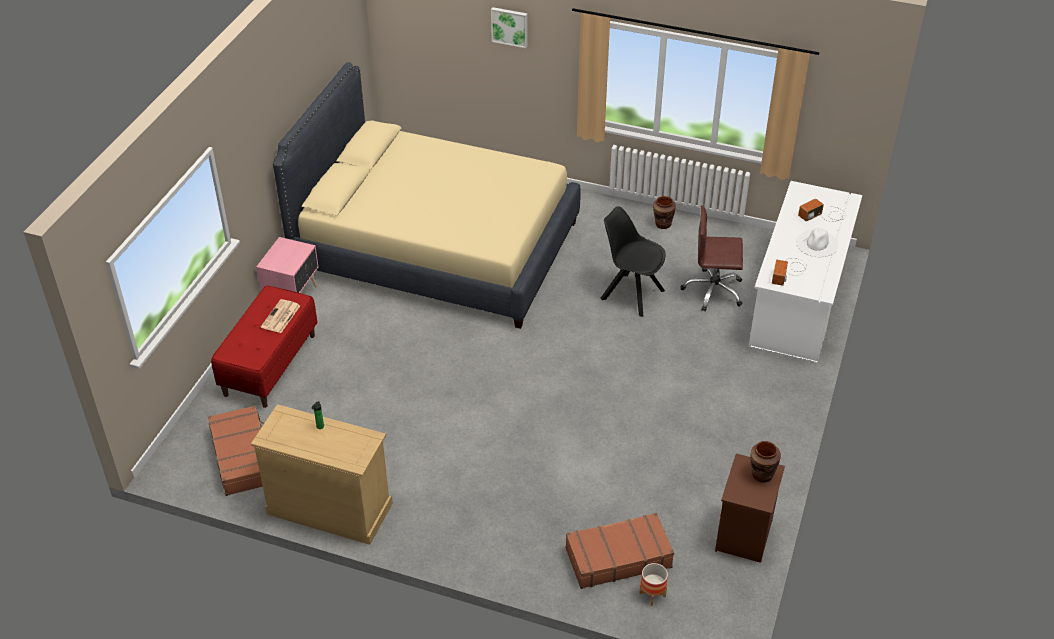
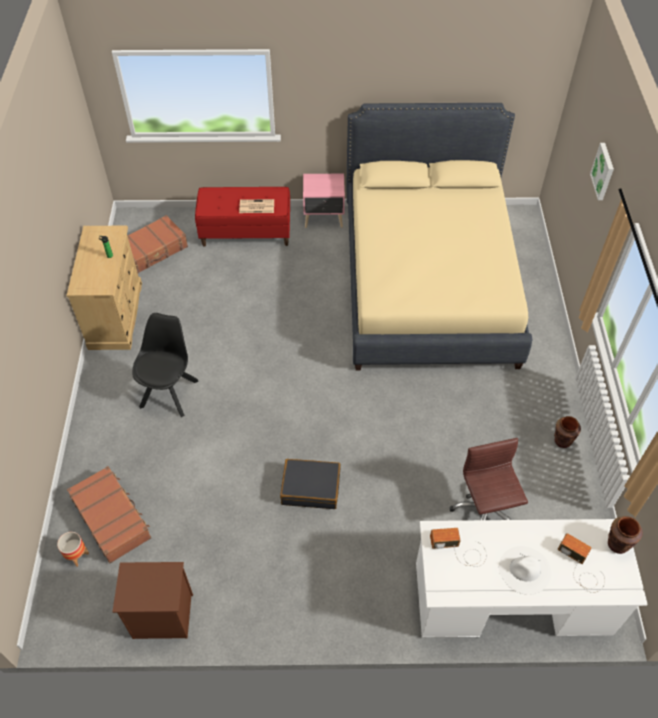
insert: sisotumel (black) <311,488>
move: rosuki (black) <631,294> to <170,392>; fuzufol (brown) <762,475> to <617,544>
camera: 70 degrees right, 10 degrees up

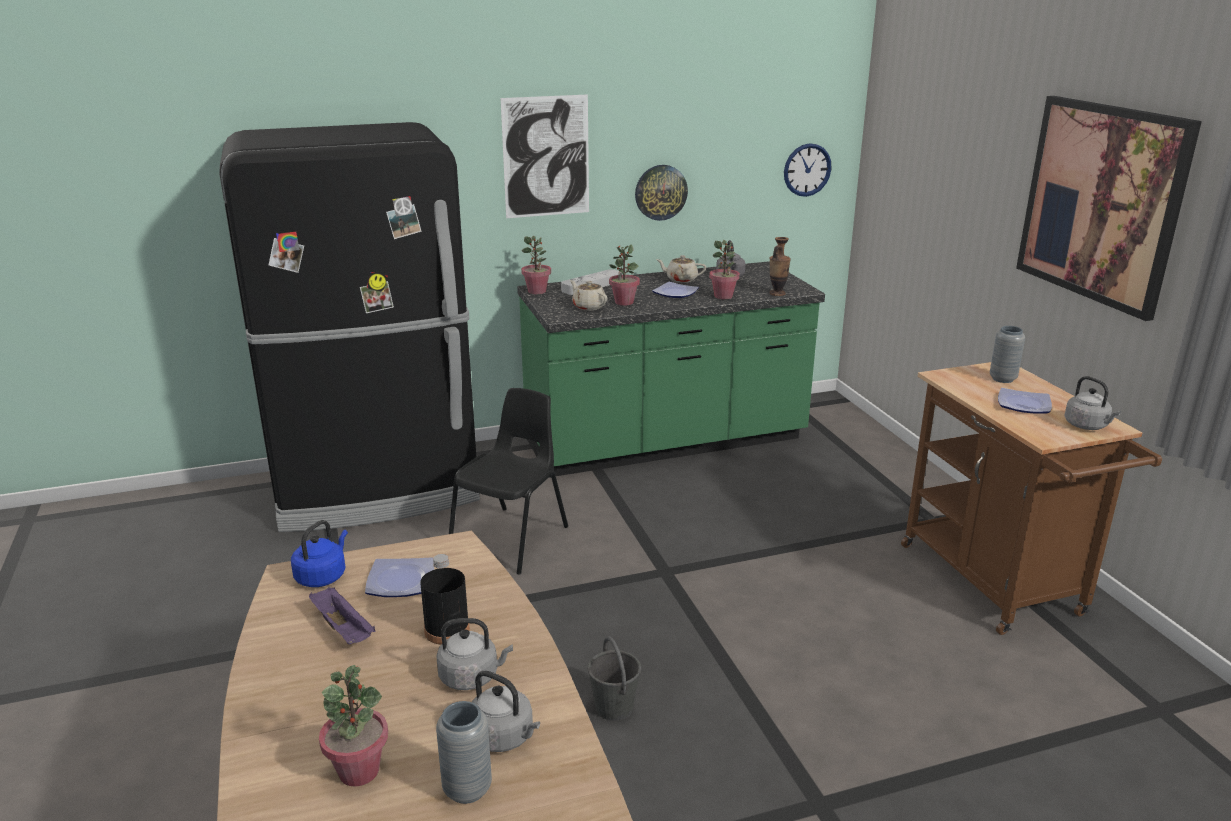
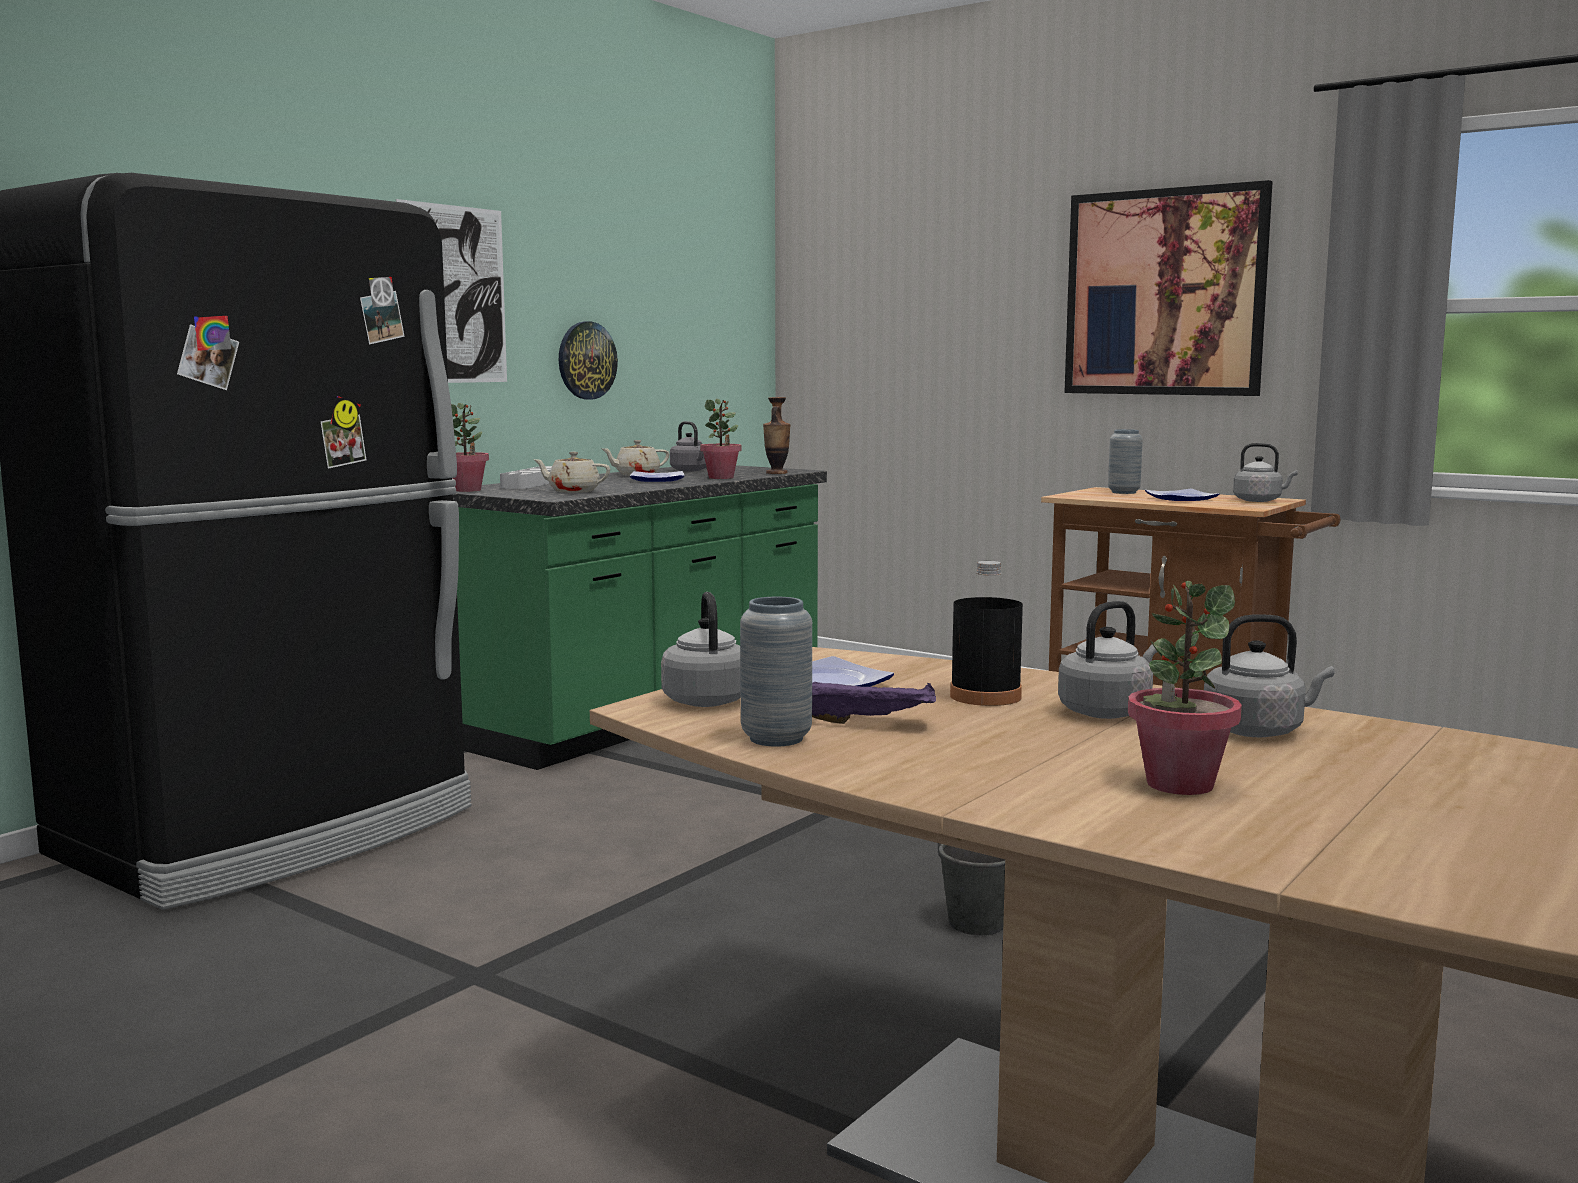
delete: rosuki (black) <511,539>; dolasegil <624,302>; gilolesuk <807,170>
move: fuzufol (grey) <467,789> to <776,739>
recolor: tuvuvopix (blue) <322,576> to tuvuvopix (grey) <705,700>
camera: 35 degrees left, 15 degrees down

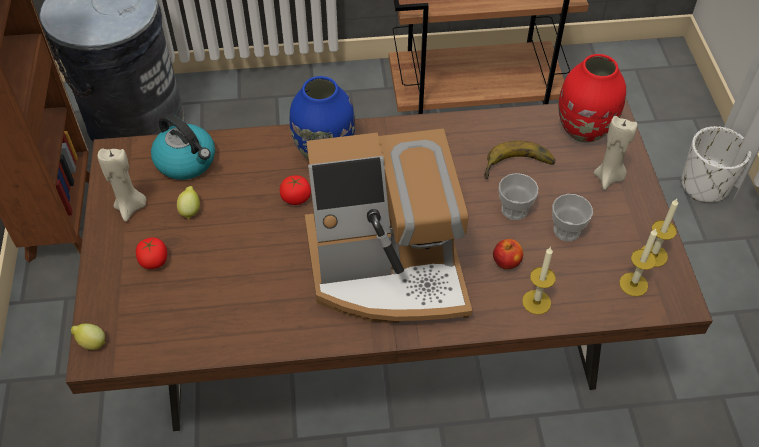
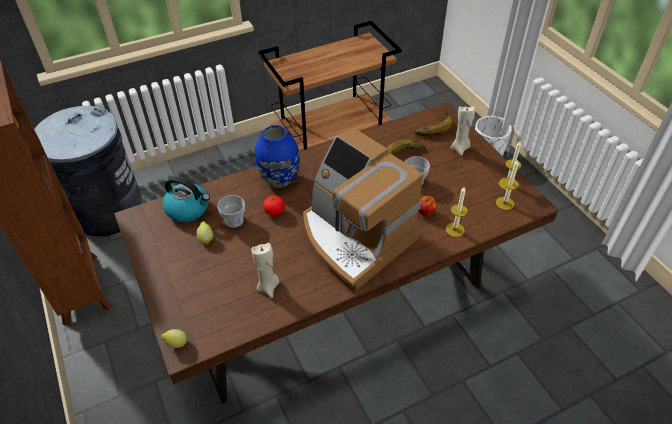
delete: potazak <154,261>
move: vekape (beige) <131,207> to <268,287>; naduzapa <566,230> to <234,221>
replace: fuzufol (red) <584,130> to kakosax <432,126>
rotate: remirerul <387,269> = <355,237> 75 degrees clockwise
camera: 20 degrees left, 5 degrees down

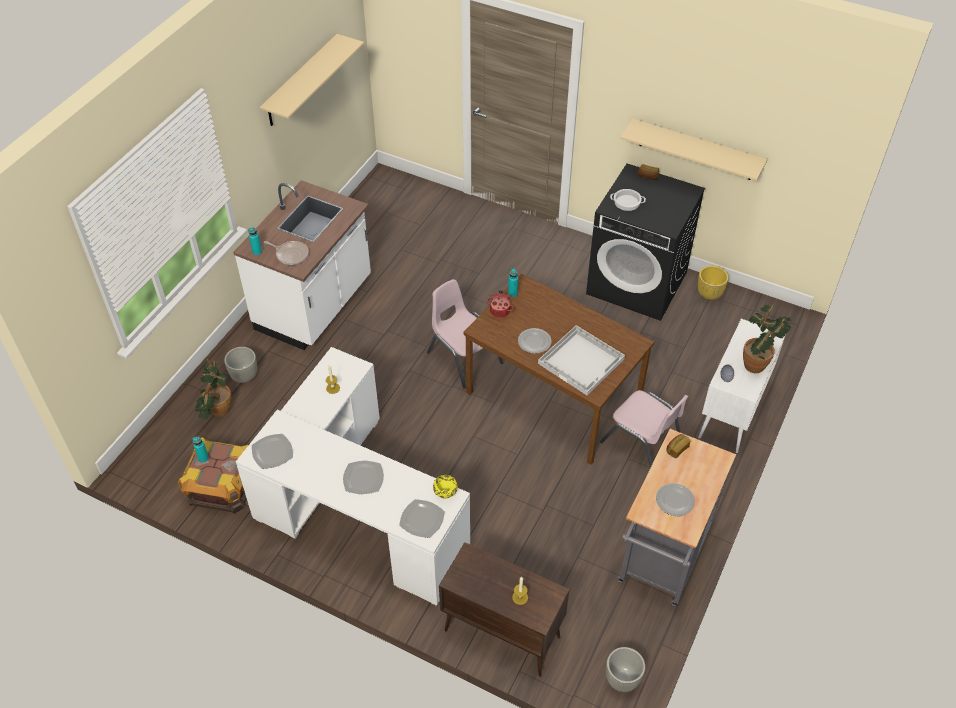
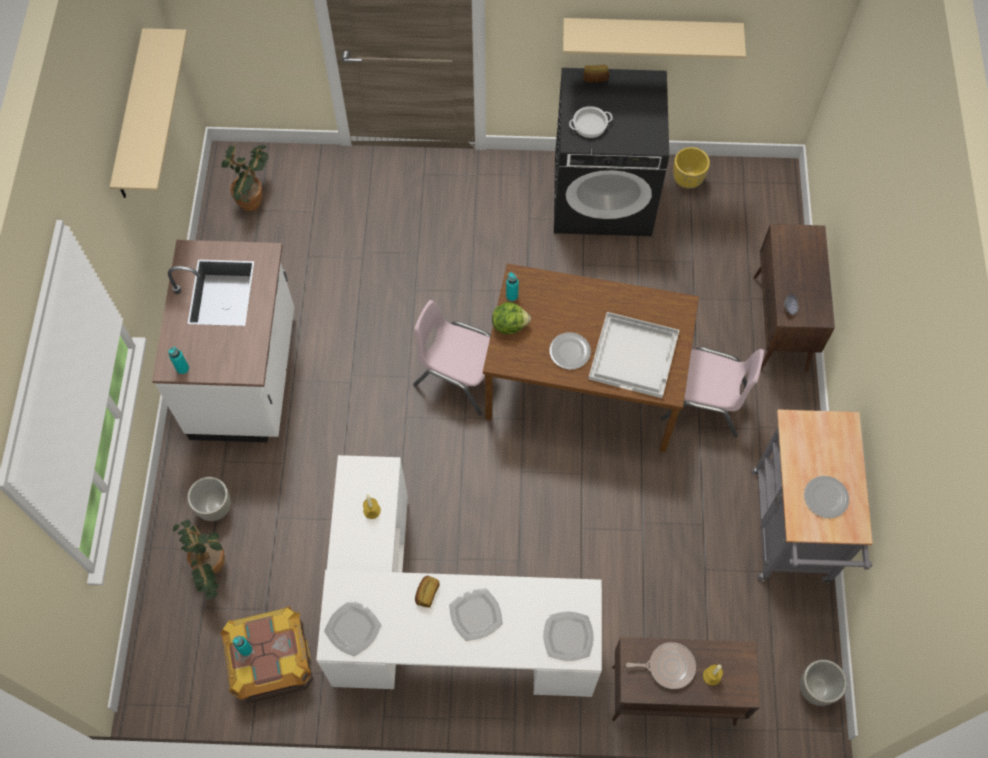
delete: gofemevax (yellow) <446,494>
move: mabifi <291,254> to <668,666>; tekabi <676,449> to <426,593>; dolasegil <758,363> to <254,199>
replace: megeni <500,310> to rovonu <509,324>
recolor: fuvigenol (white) <732,413> to fuvigenol (brown) <780,324>
camera: 25 degrees left, 15 degrees up

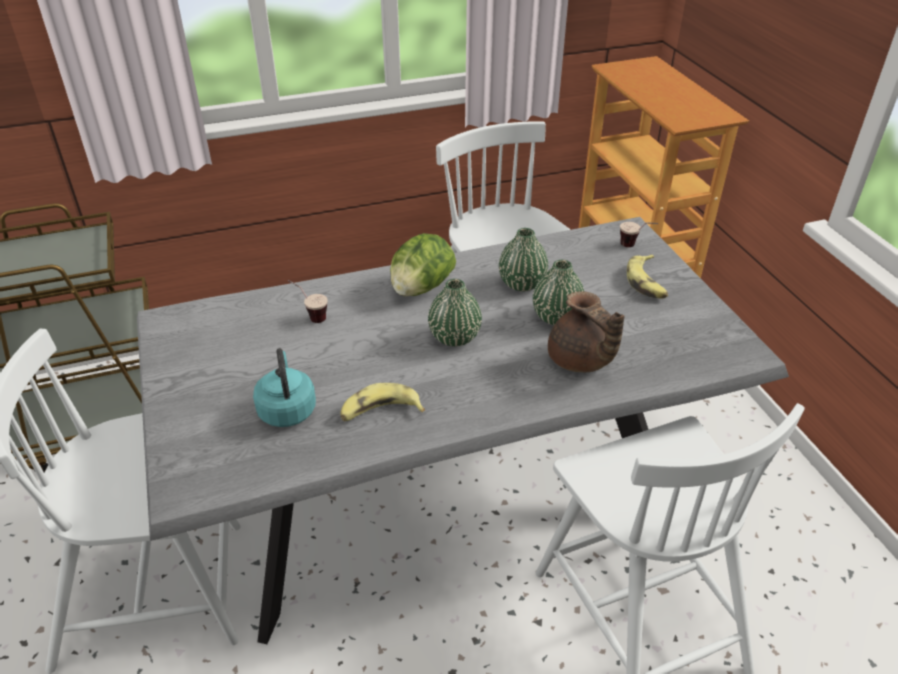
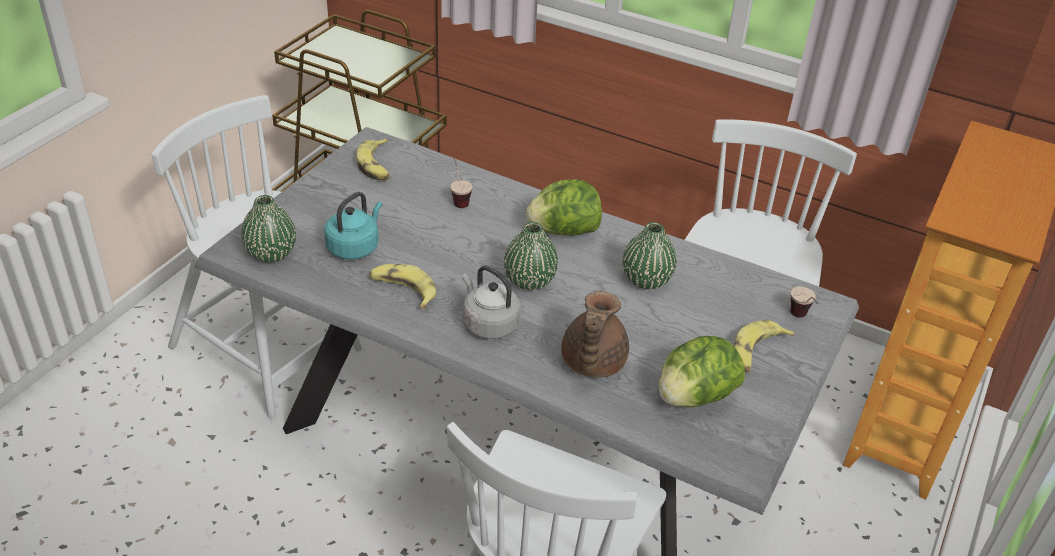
insert: kakosax <376,166>; tuvuvopix (grey) <488,324>; rovonu <695,397>
move: fuzufol (green) <556,317> to <271,253>
camera: 45 degrees right, 0 degrees up

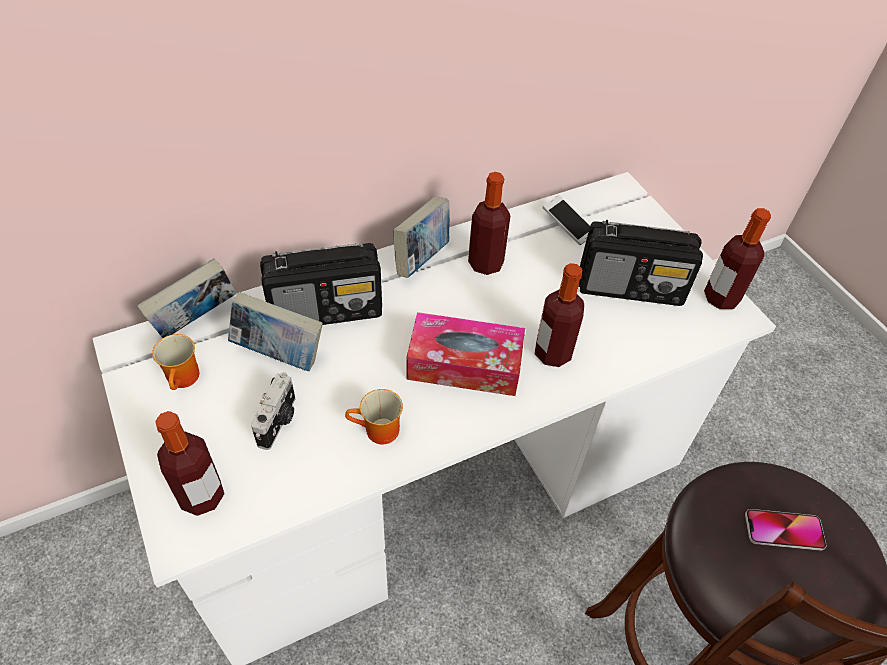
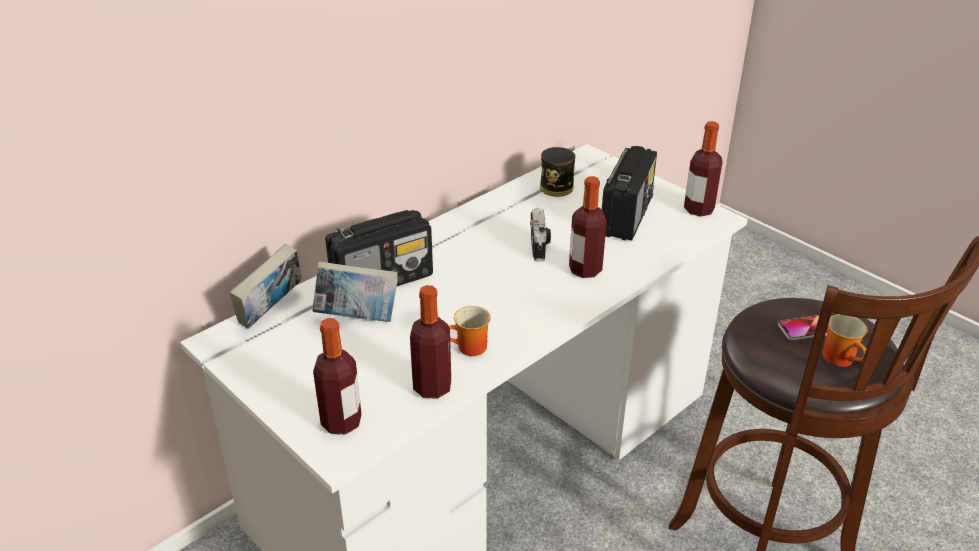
delete: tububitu <422,259>; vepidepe <464,365>
move: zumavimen <185,378> to <842,359>; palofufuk <279,421> to <539,246>; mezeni <485,263> to <432,387>
replace: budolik <567,226> to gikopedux <556,187>
rotate: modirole <631,287> = <626,216> 60 degrees counterclockwise
camera: 15 degrees left, 15 degrees down

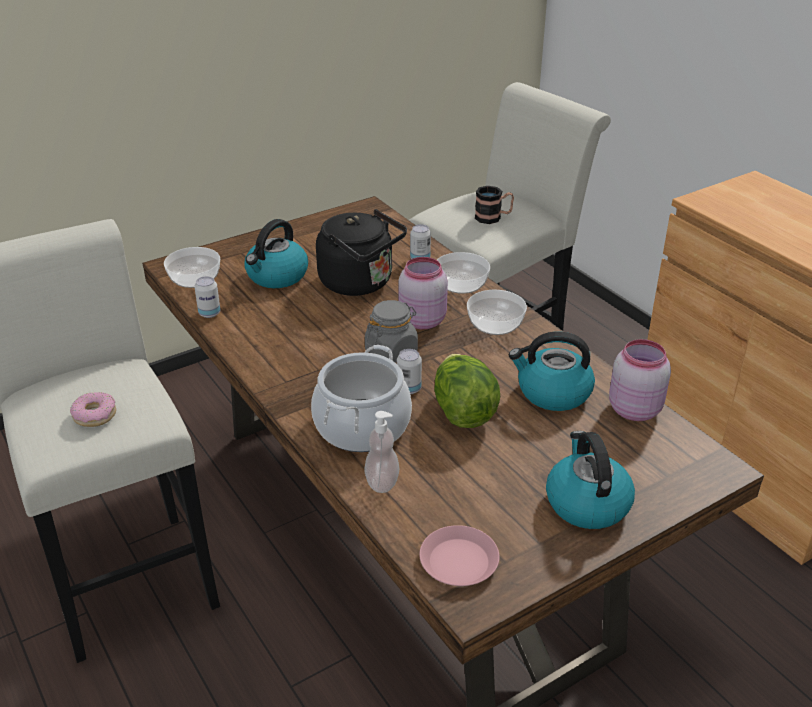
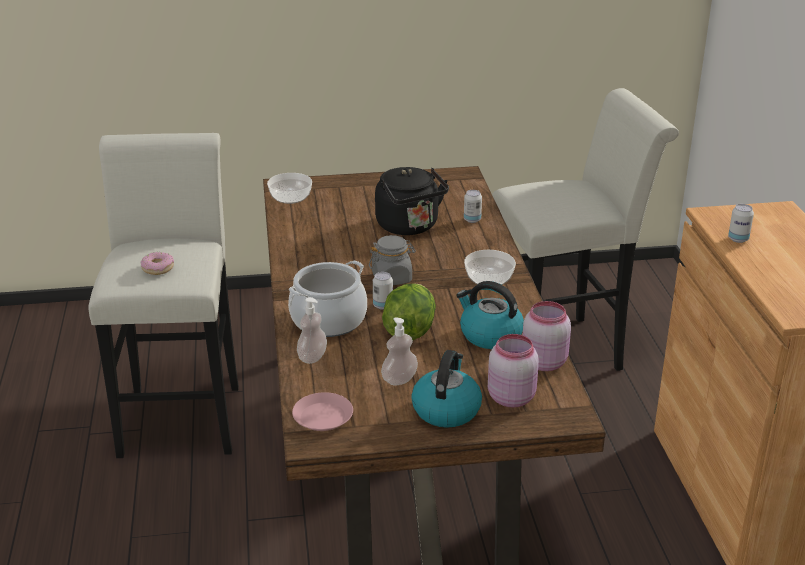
delete: tuvuvopix <277,276>; gofemevax <462,285>; zumavimen <493,217>
insert: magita <399,379>
move: gikopedux <209,313> to <738,239>; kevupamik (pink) <421,320> to <511,397>
camera: 25 degrees right, 5 degrees down

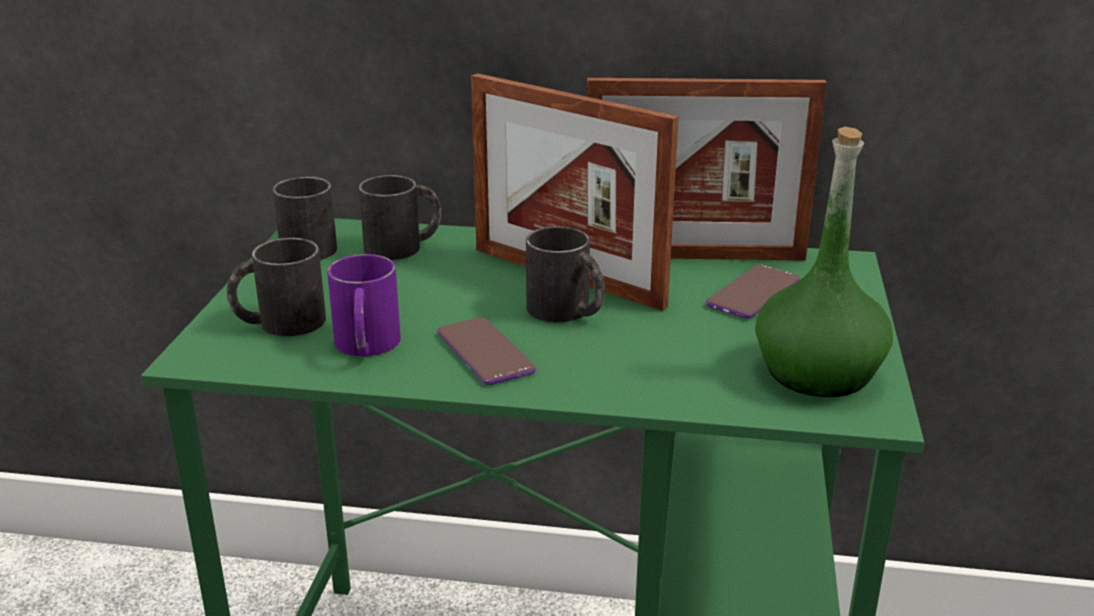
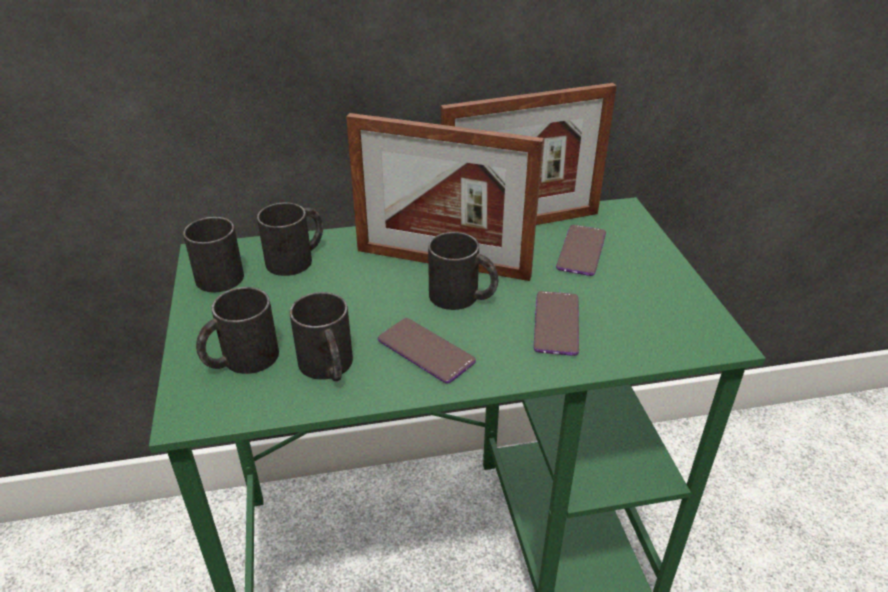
delete: mezeni (green) <818,372>
insert: budolik <556,324>
recolor: zumavimen (purple) <366,347> to zumavimen (black) <329,368>
camera: 20 degrees left, 10 degrees up

